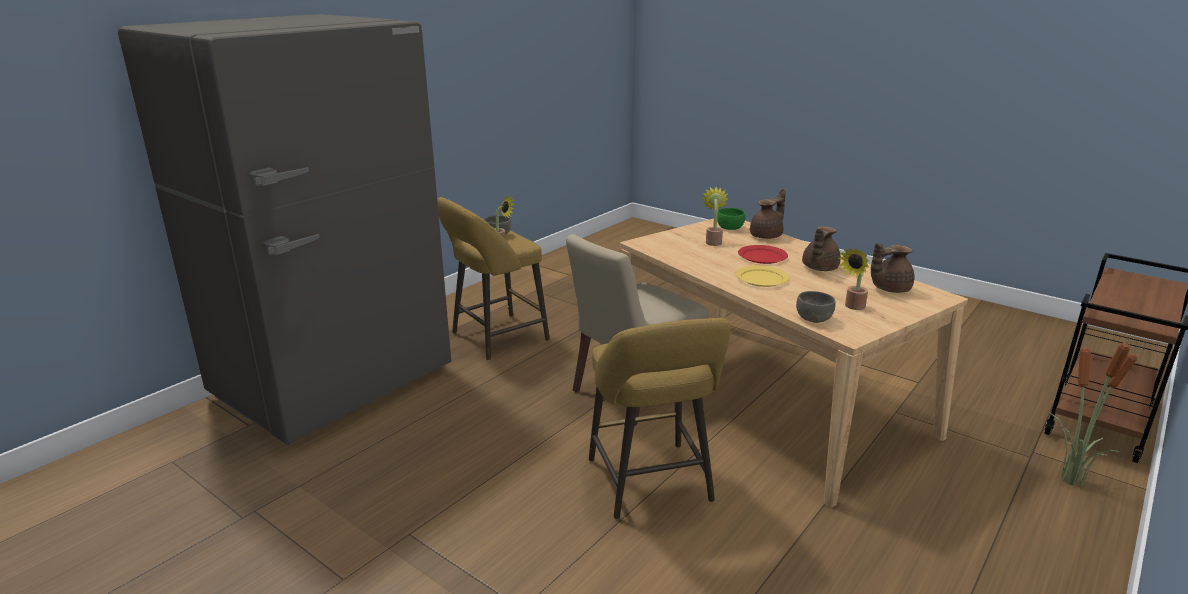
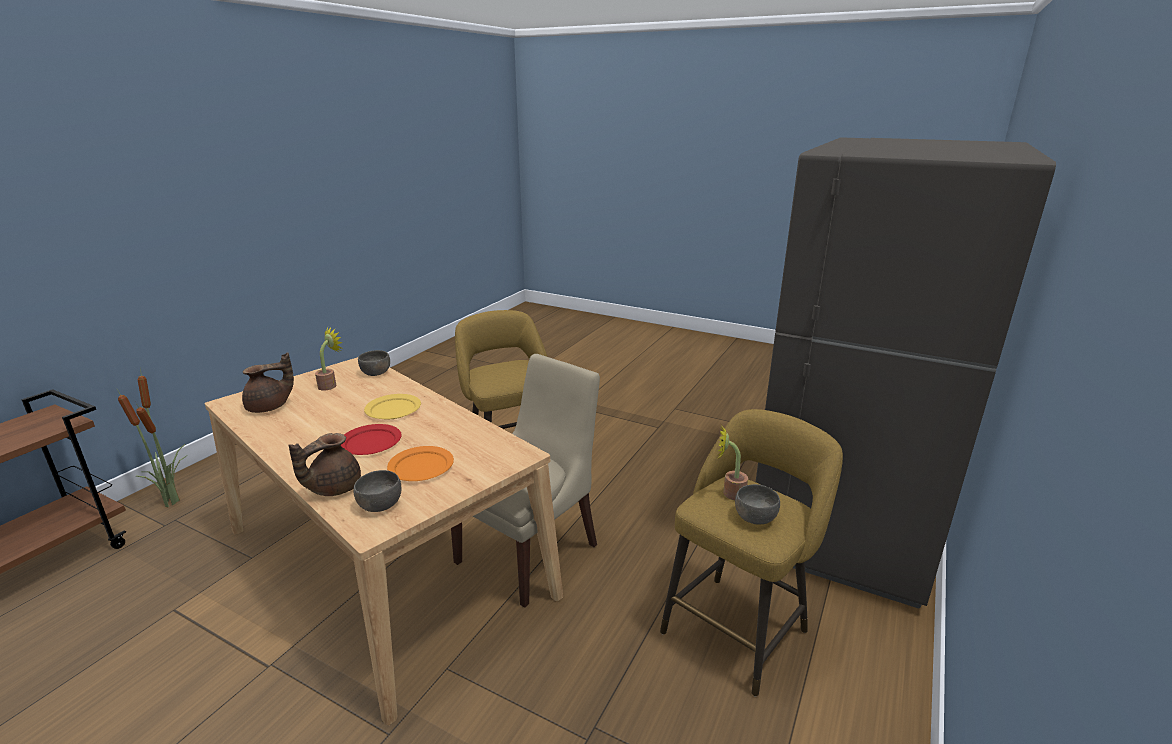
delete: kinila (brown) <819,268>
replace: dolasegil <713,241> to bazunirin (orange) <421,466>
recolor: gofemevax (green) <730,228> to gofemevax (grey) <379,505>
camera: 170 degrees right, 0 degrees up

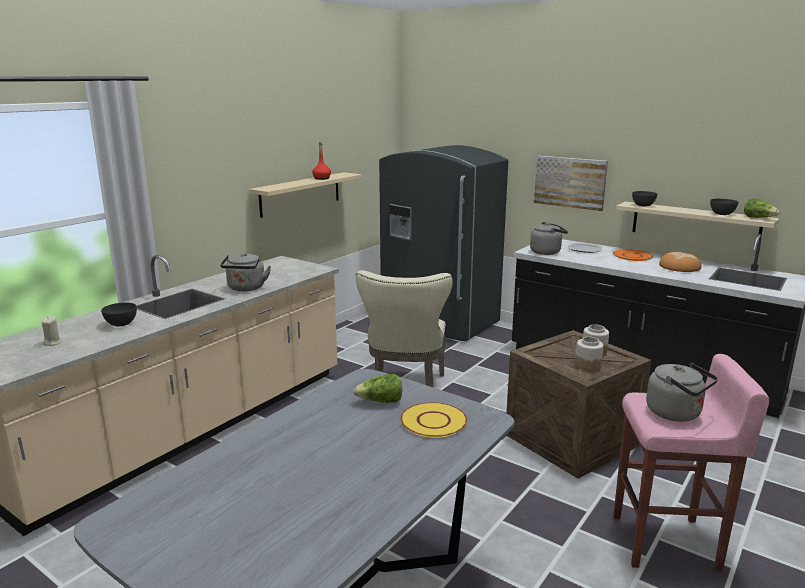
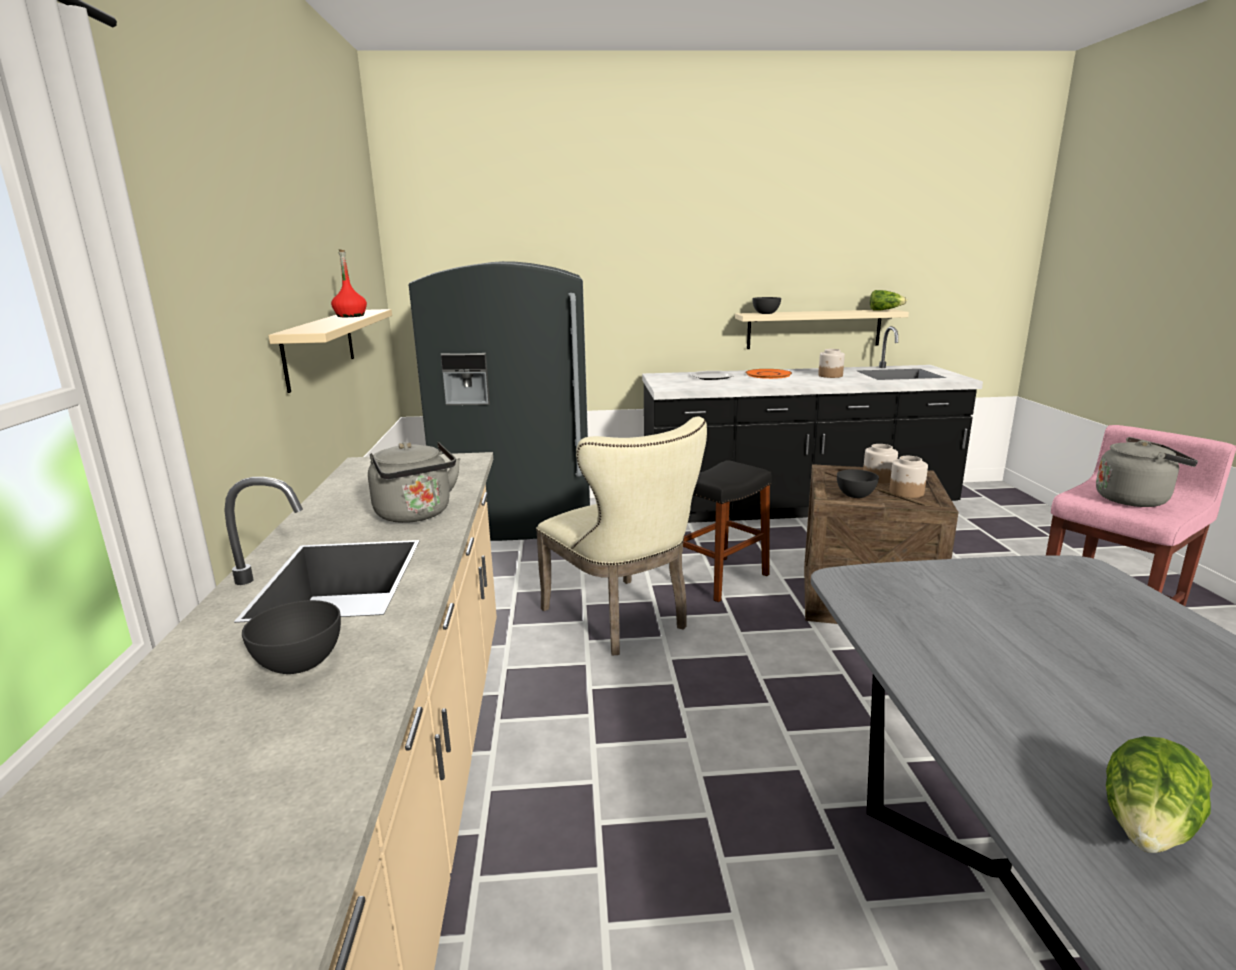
delete: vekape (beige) <52,343>; bazunirin (yellow) <434,421>; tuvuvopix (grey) <547,252>; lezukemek <570,182>
insert: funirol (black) <720,578>
move: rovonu <380,401> to <1148,827>; gofemevax (grey) <722,214> to <855,496>
replace: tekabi <679,267> to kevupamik <830,376>
camera: 40 degrees left, 0 degrees up

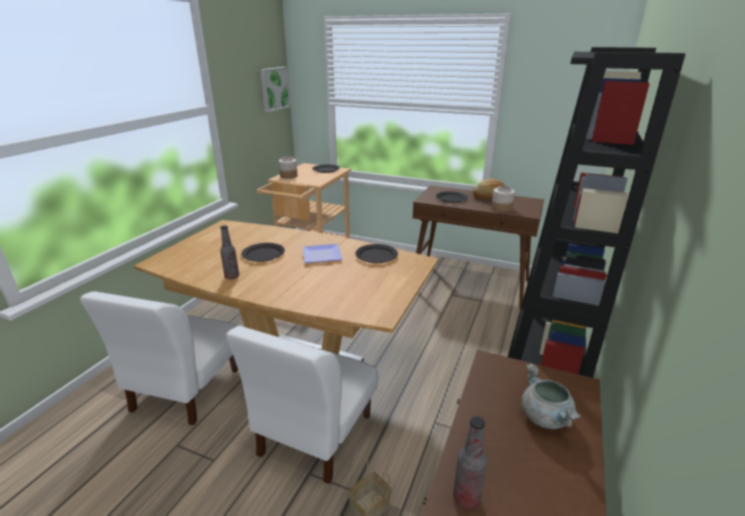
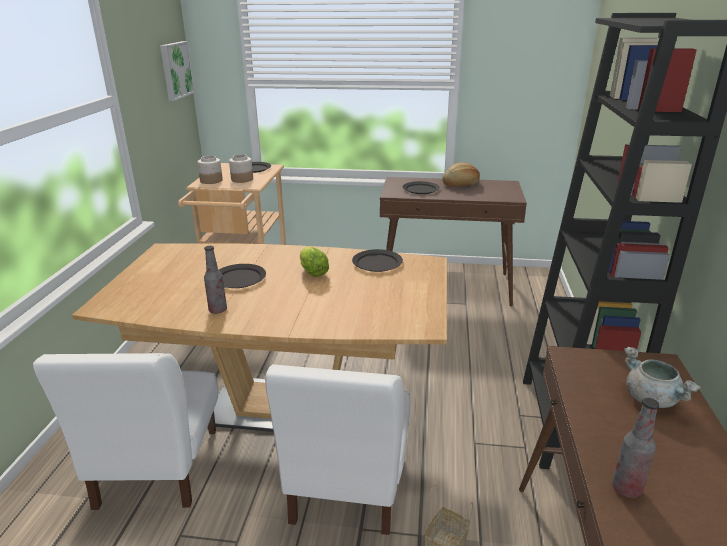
move: kevupamik <501,208> to <242,179>
replace: bazunirin <321,256> to rovonu <312,271>
camera: 15 degrees left, 0 degrees up

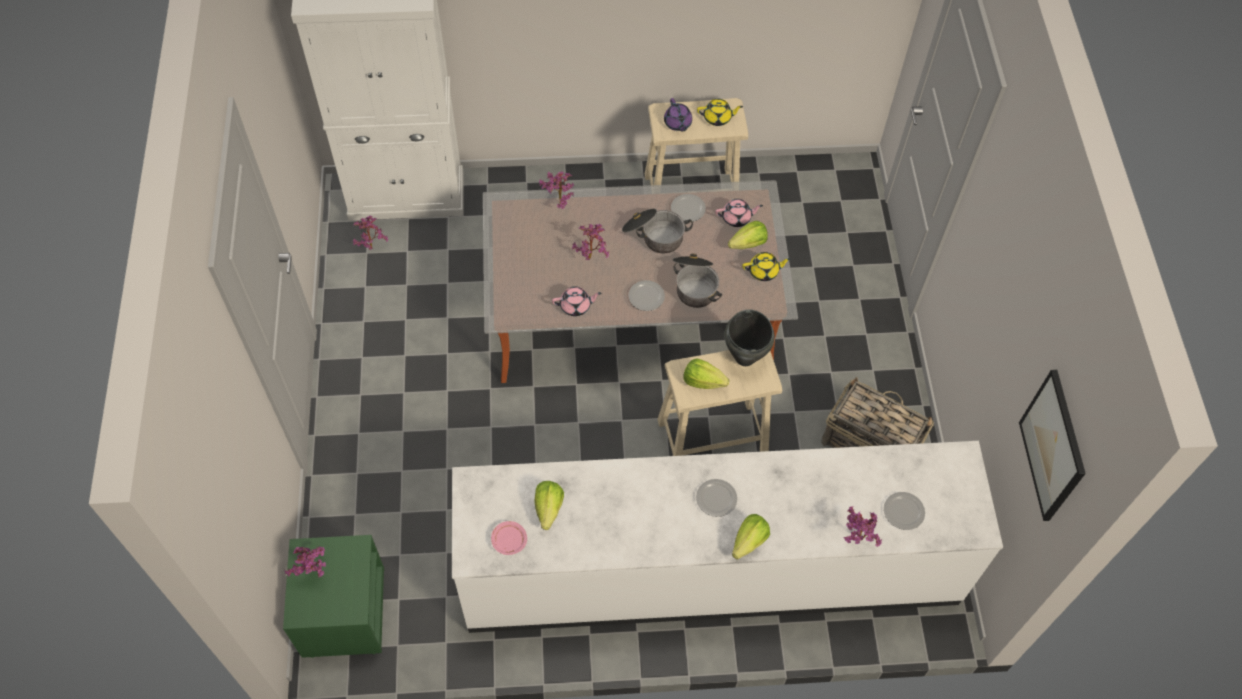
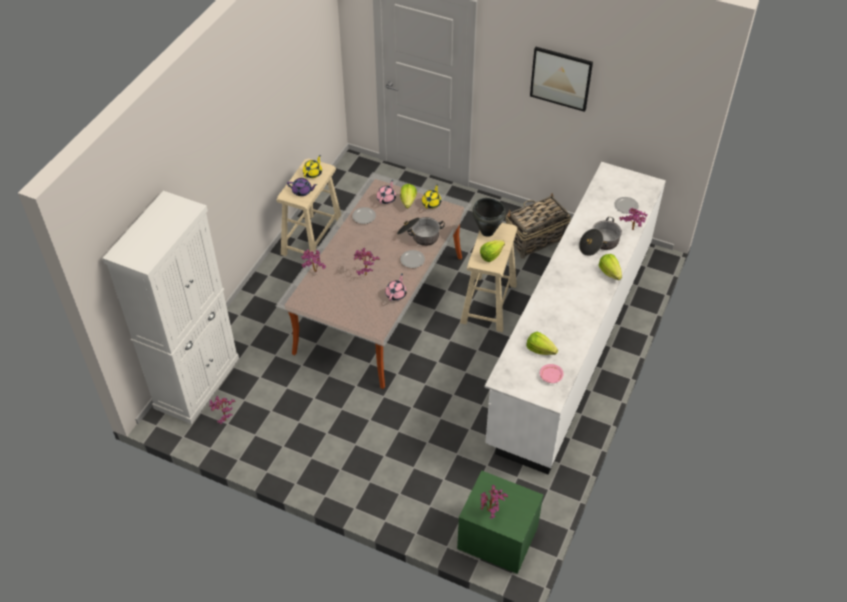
delete: bazunirin <716,499>
move: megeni <654,235> to <599,244>; lezukemek <1053,446> to <561,78>
camera: 60 degrees left, 10 degrees down

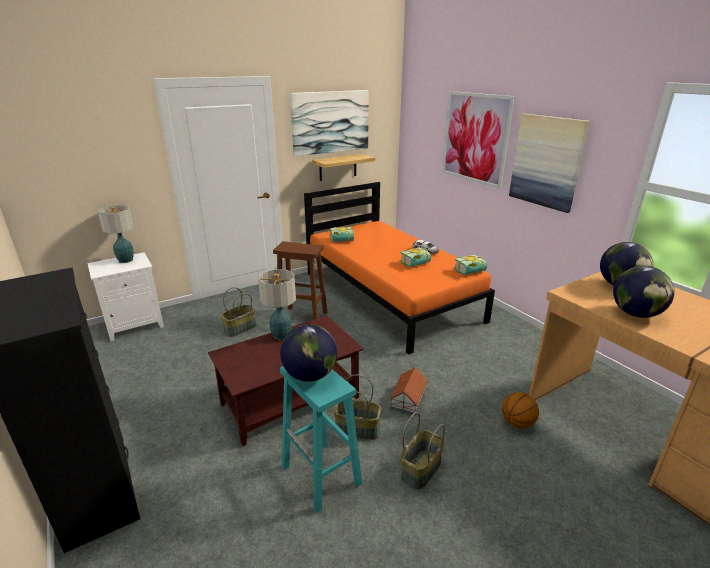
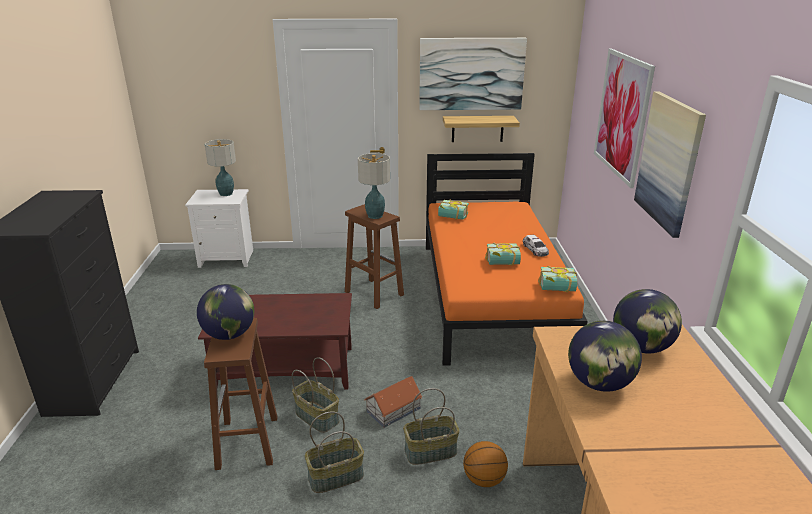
move: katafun <240,329> to <430,452>; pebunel <282,335> to <375,216>
recolor: funirol (turquoise) <322,476> to funirol (brown) <248,443>
camera: 30 degrees right, 0 degrees up

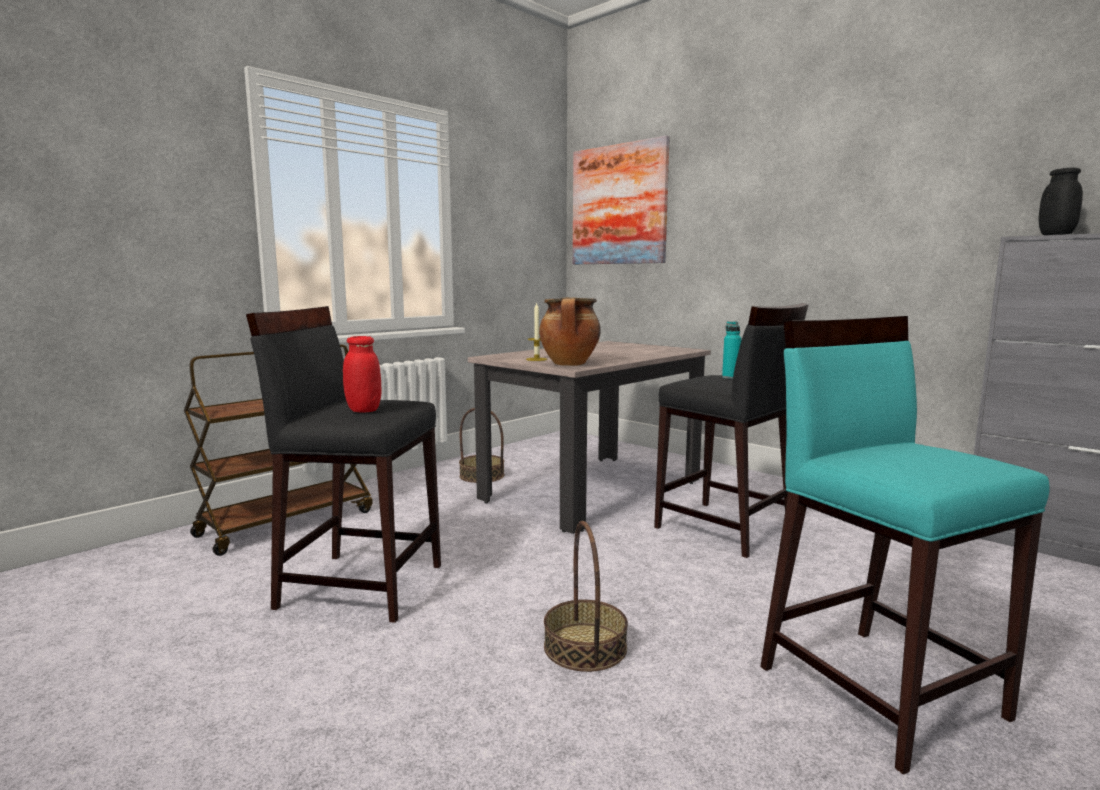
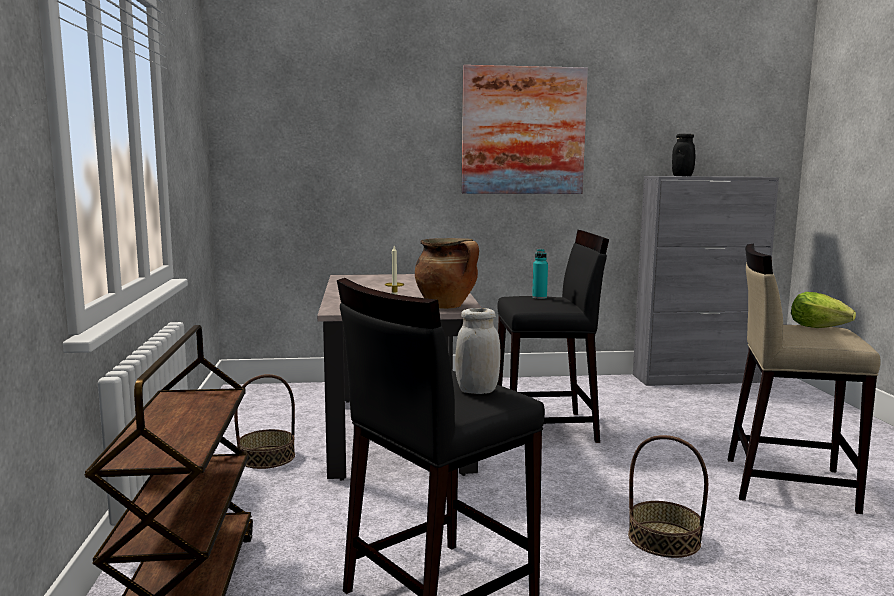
insert: rovonu <817,327>
move: lezukemek <619,205> to <523,131>
recolor: kevupamik (red) <363,410> to kevupamik (white) <477,391>; funirol (turquoise) <879,689> to funirol (beige) <787,483>
camera: 50 degrees left, 0 degrees up

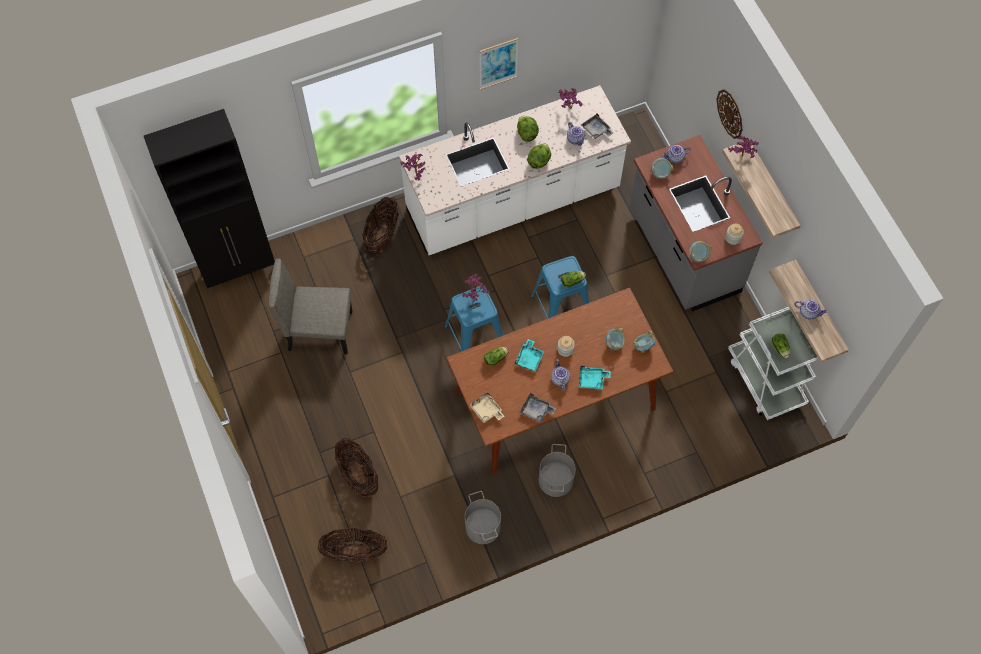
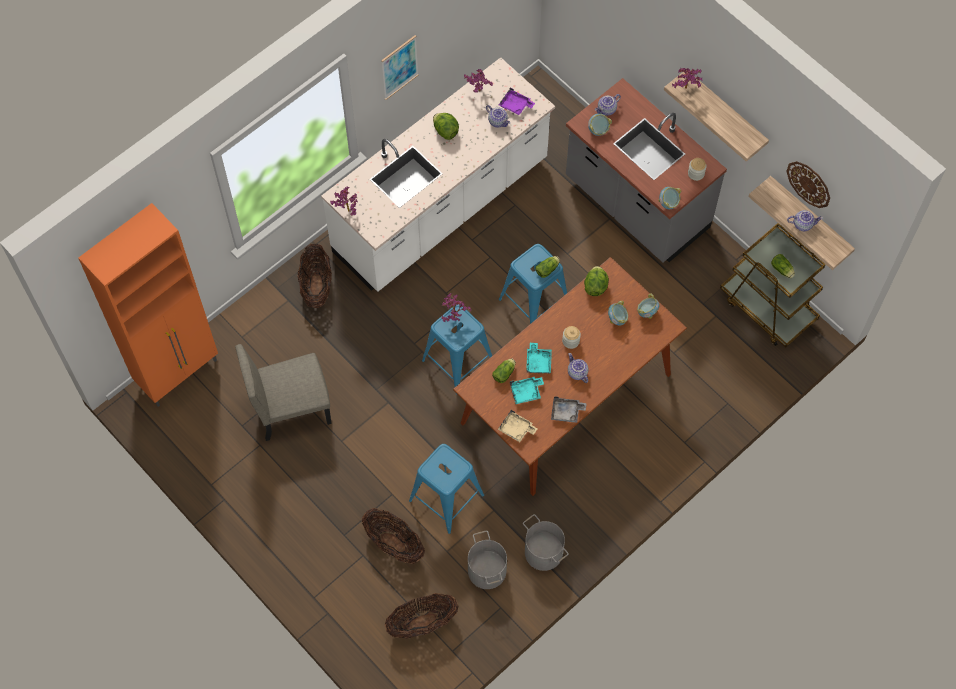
insert: funirol (blue) <447,498>
move: rovonu <539,161> to <595,286>; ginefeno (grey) <555,480> to <486,570>; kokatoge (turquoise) <592,380> to <526,392>; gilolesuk <730,113> to <809,184>
recolor: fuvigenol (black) <240,270> to fuvigenol (orange) <179,372>; kokatoge (grey) <596,130> to kokatoge (purple) <515,105>; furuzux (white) <765,379> to furuzux (brown) <767,307>
camera: 20 degrees left, 0 degrees up

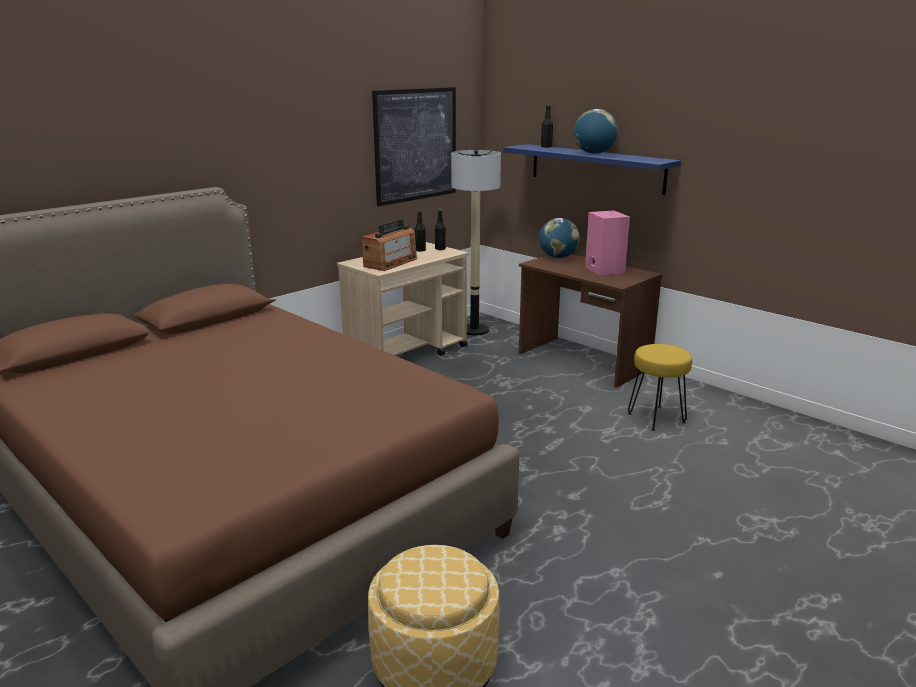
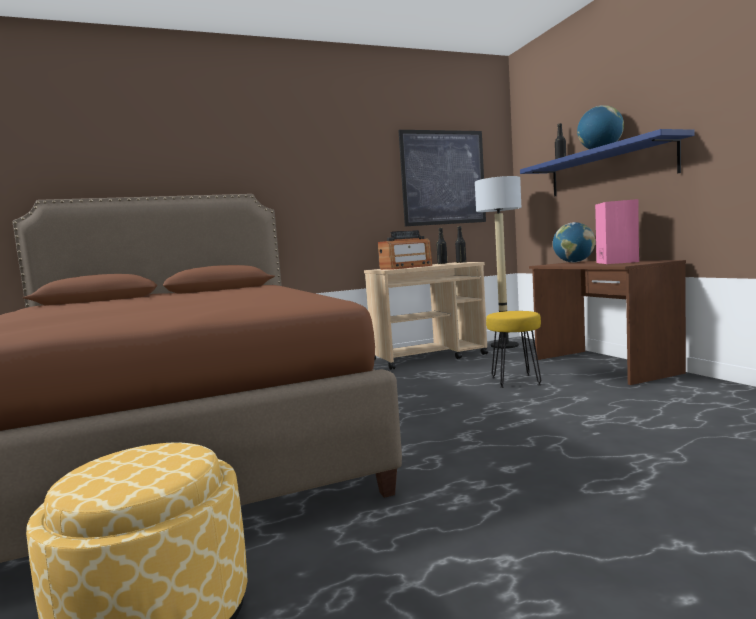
move: funirol (yellow) <655,418> to <515,381>
camera: 25 degrees right, 15 degrees down

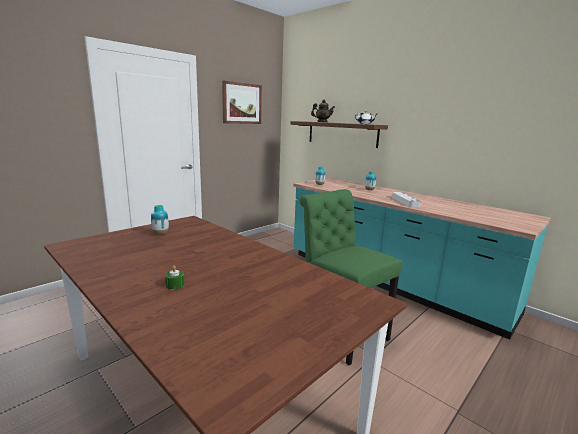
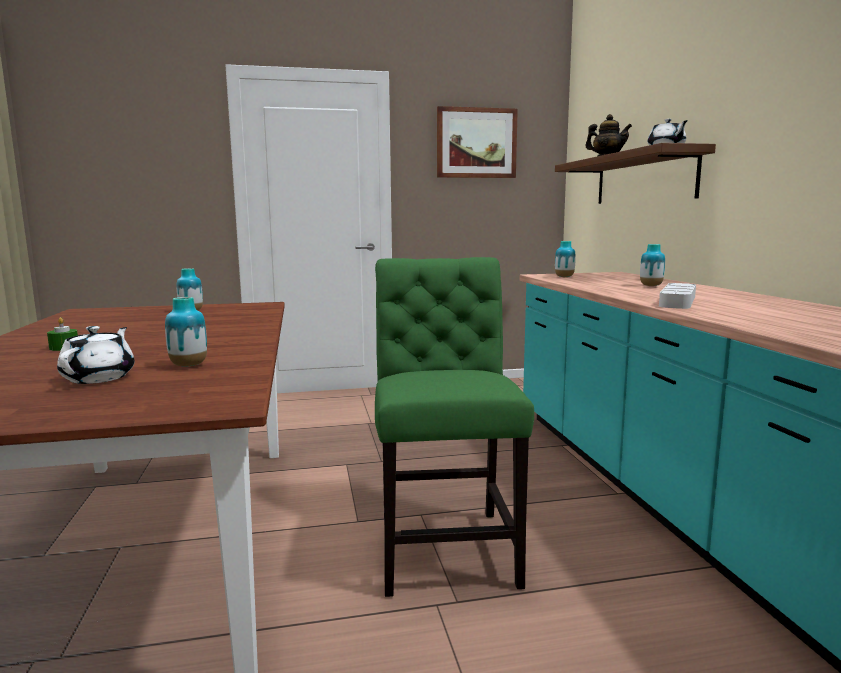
insert: kinila (white) <100,377>; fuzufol <188,365>
camera: 35 degrees right, 5 degrees down

